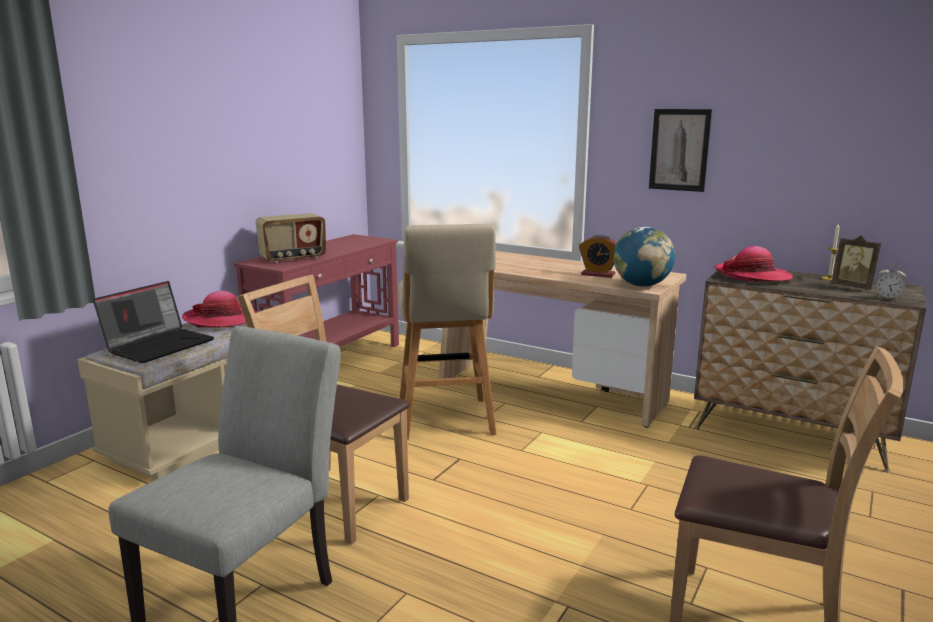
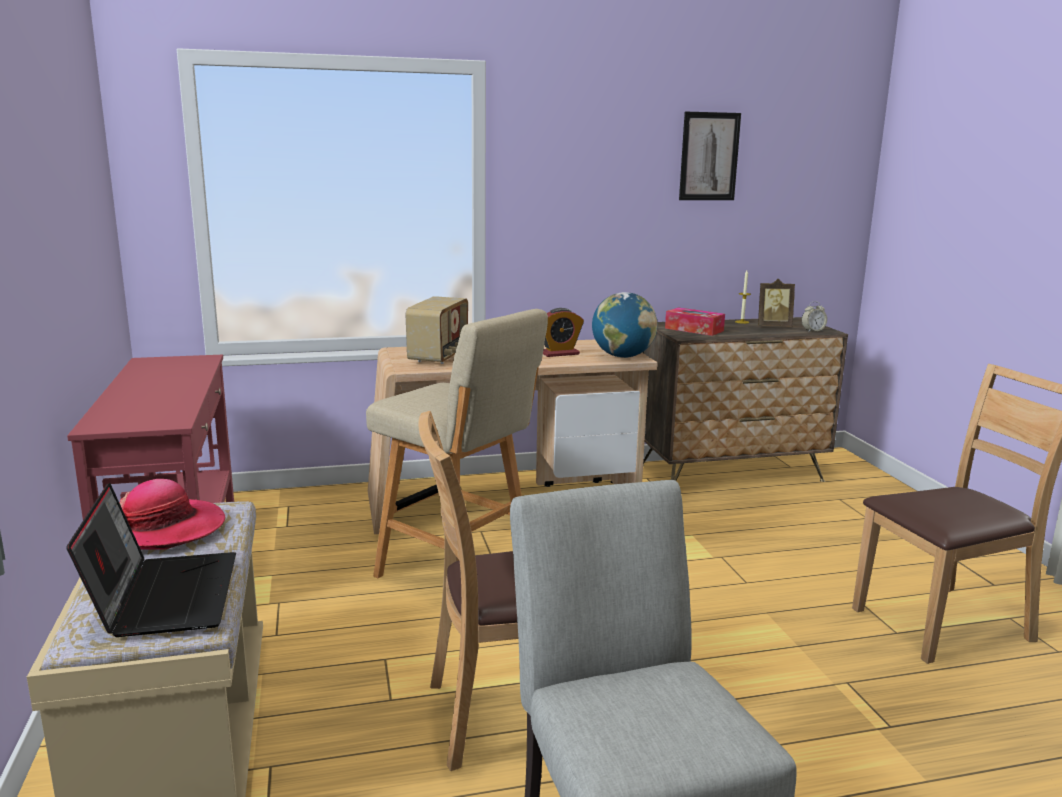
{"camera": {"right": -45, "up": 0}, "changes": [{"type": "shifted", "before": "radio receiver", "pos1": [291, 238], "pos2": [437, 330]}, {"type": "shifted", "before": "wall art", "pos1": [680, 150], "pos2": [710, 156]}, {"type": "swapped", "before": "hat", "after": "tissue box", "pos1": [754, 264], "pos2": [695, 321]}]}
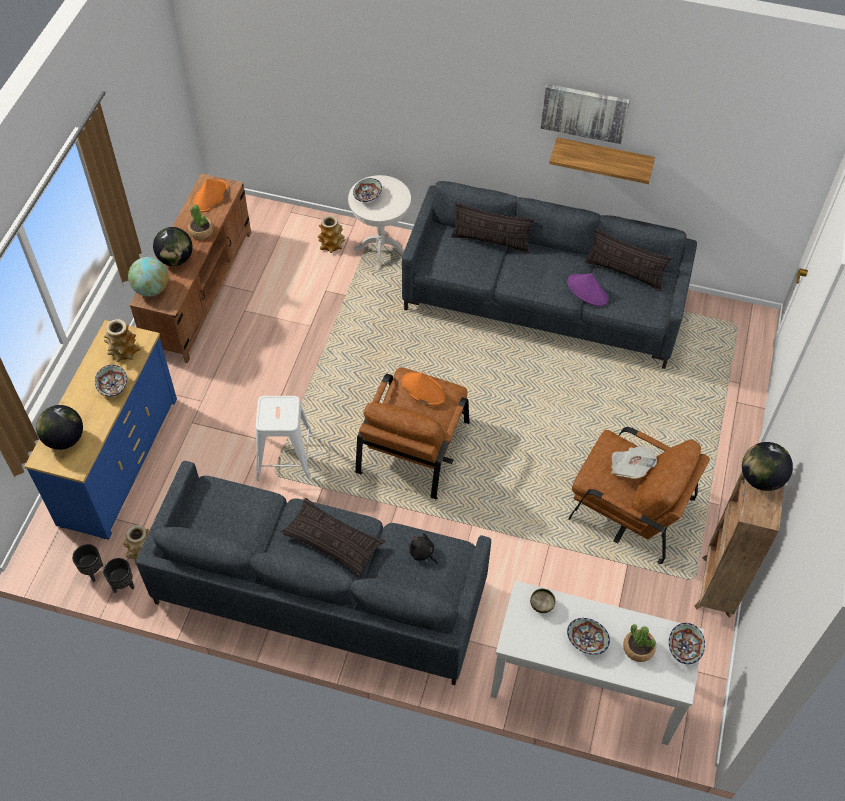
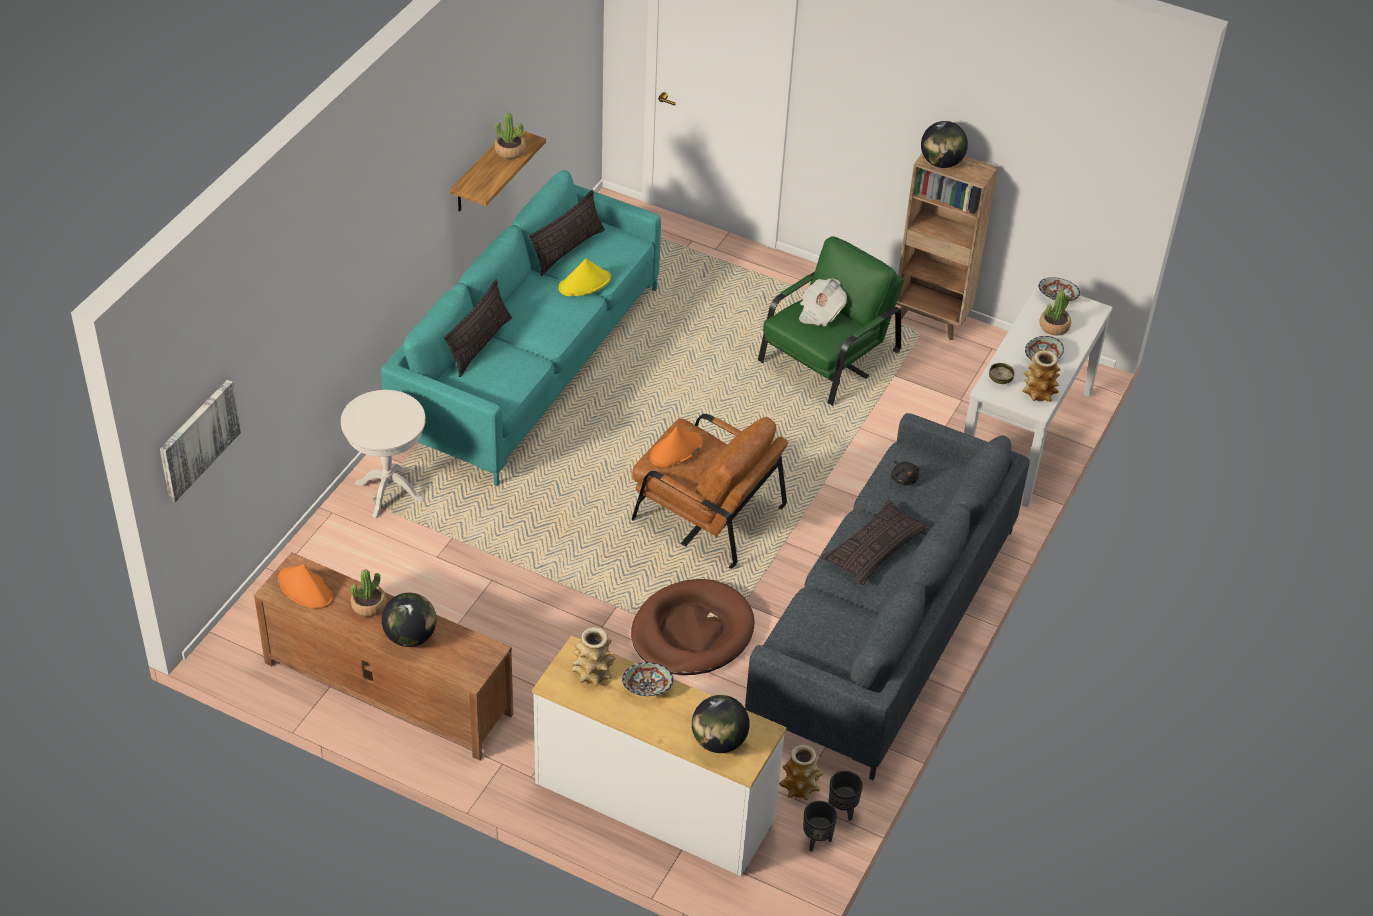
{"camera": {"right": -80, "up": -10}, "changes": [{"type": "repainted", "before": "bluish chest of drawers", "after": "white-coloured chest of drawers", "pos1": [100, 430], "pos2": [659, 756]}, {"type": "gone", "before": "world globe", "pos1": [148, 277]}, {"type": "swapped", "before": "white-coloured stool seat", "after": "brown dog bed", "pos1": [284, 438], "pos2": [693, 627]}, {"type": "shifted", "before": "flower vase", "pos1": [331, 234], "pos2": [1041, 376]}, {"type": "gone", "before": "serving bowl", "pos1": [367, 190]}, {"type": "repainted", "before": "gray sofa", "after": "blue-green sofa", "pos1": [549, 275], "pos2": [521, 328]}, {"type": "rotated", "before": "blackish soft toy", "pos1": [424, 549], "pos2": [905, 473], "turn": -75}, {"type": "shifted", "before": "wall art", "pos1": [585, 114], "pos2": [200, 440]}, {"type": "repainted", "before": "purplish hat", "after": "yellow-coloured hat", "pos1": [587, 289], "pos2": [585, 277]}, {"type": "repainted", "before": "brown armchair", "after": "green armchair", "pos1": [639, 495], "pos2": [831, 321]}, {"type": "new", "after": "potted plant", "pos2": [510, 136]}]}
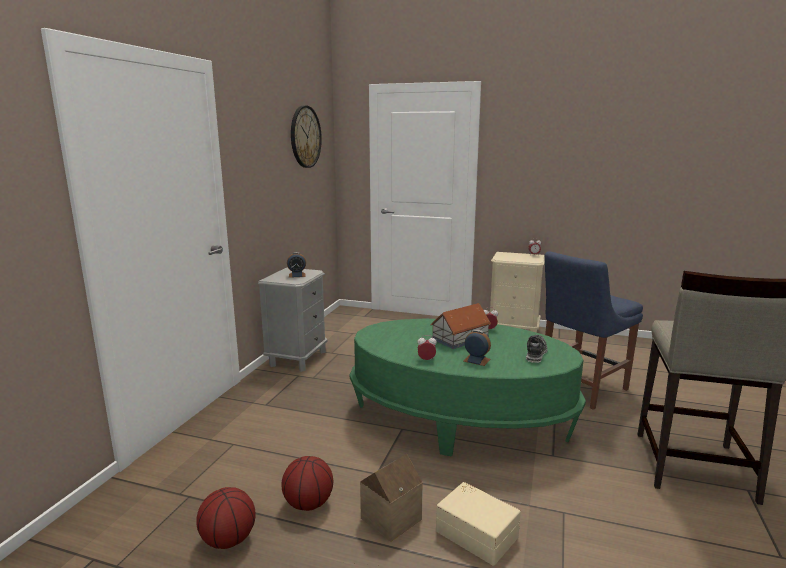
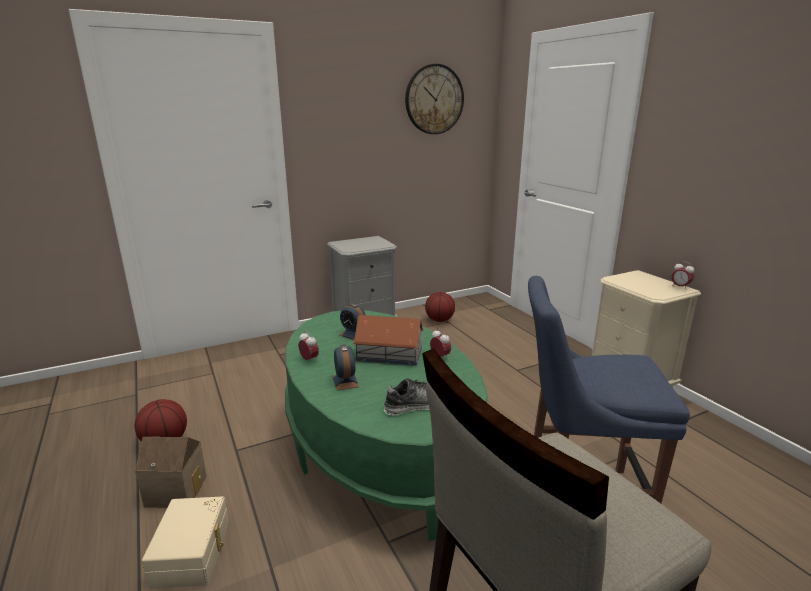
{"camera": {"right": 45, "up": 5}, "changes": [{"type": "shifted", "before": "basketball", "pos1": [226, 518], "pos2": [440, 307]}, {"type": "shifted", "before": "alarm clock", "pos1": [296, 265], "pos2": [352, 321]}]}
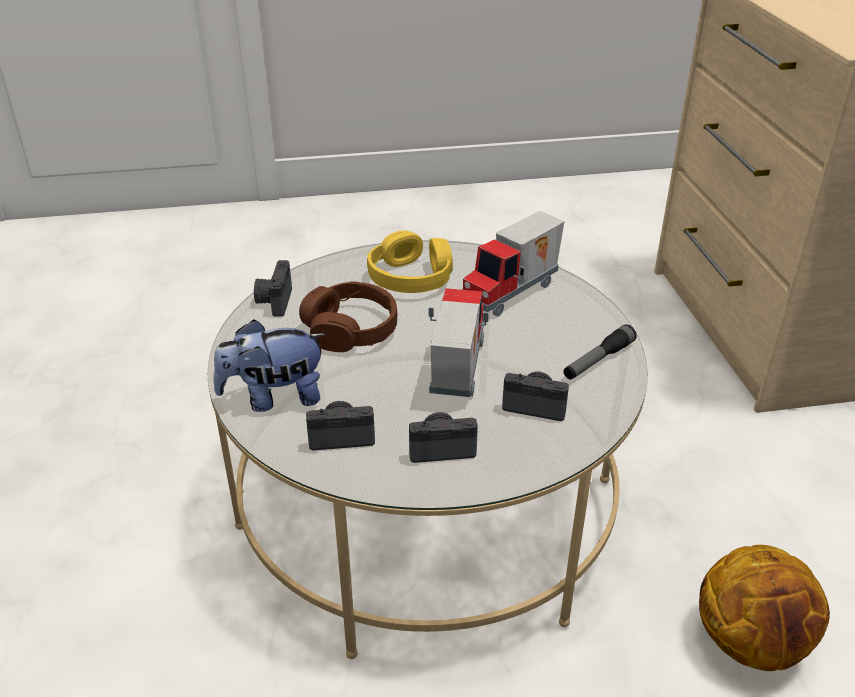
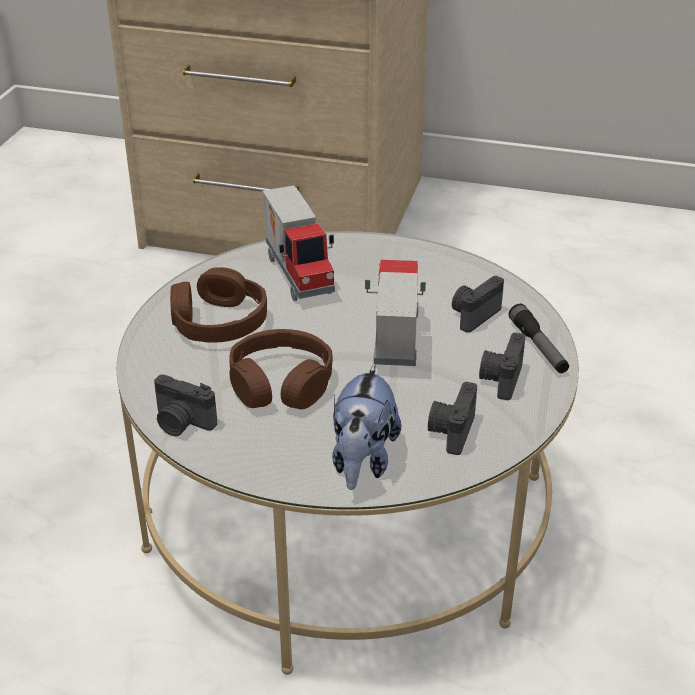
{"camera": {"right": -65, "up": 0}, "changes": [{"type": "repainted", "before": "yellow-coloured headset", "after": "brown headset", "pos1": [410, 262], "pos2": [218, 305]}, {"type": "rotated", "before": "toy truck", "pos1": [459, 342], "pos2": [395, 313], "turn": 60}, {"type": "shifted", "before": "flashlight", "pos1": [600, 351], "pos2": [539, 338]}, {"type": "gone", "before": "basketball", "pos1": [764, 608]}]}
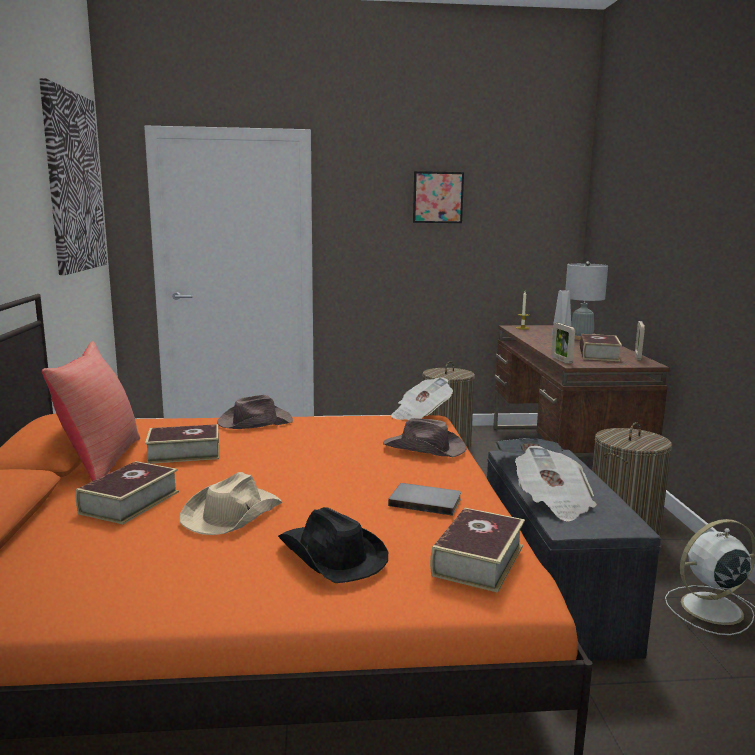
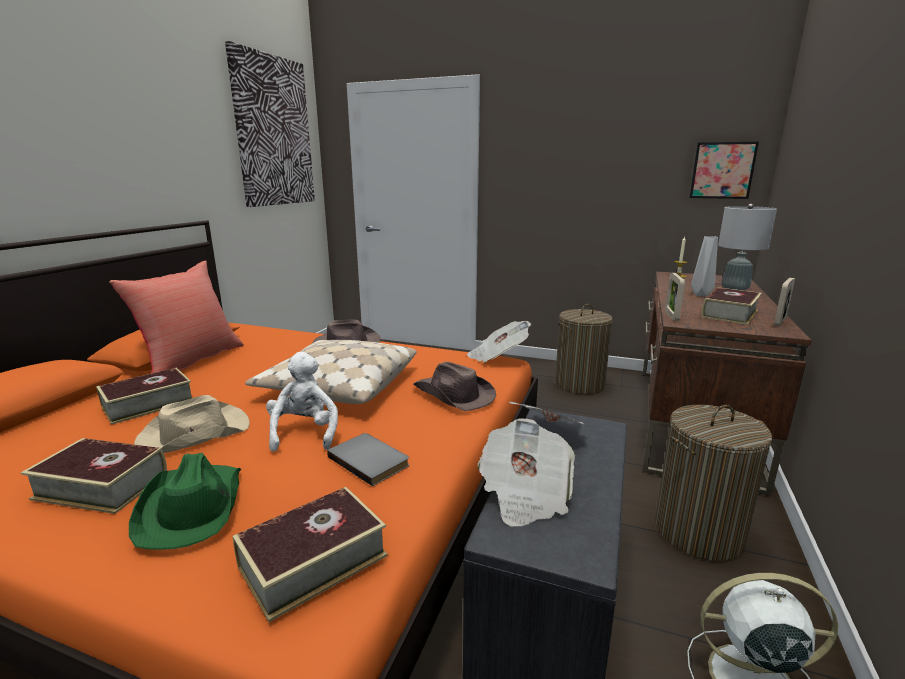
{"camera": {"right": 25, "up": 5}, "changes": [{"type": "shifted", "before": "bound book", "pos1": [182, 444], "pos2": [94, 476]}, {"type": "repainted", "before": "blackish hat", "after": "green hat", "pos1": [333, 545], "pos2": [185, 501]}, {"type": "shifted", "before": "wall art", "pos1": [438, 197], "pos2": [724, 170]}, {"type": "new", "after": "sand-coloured cushion", "pos2": [331, 372]}, {"type": "new", "after": "white-coloured soft toy", "pos2": [302, 402]}]}
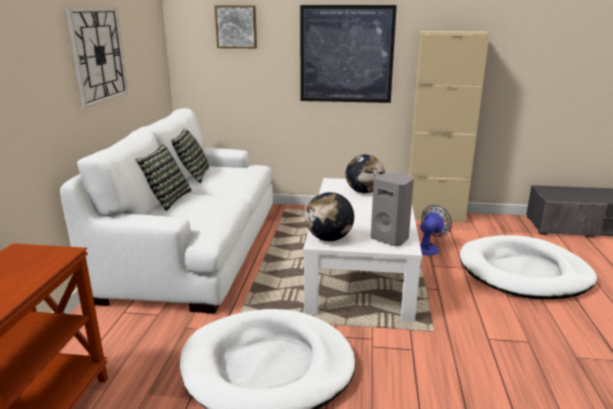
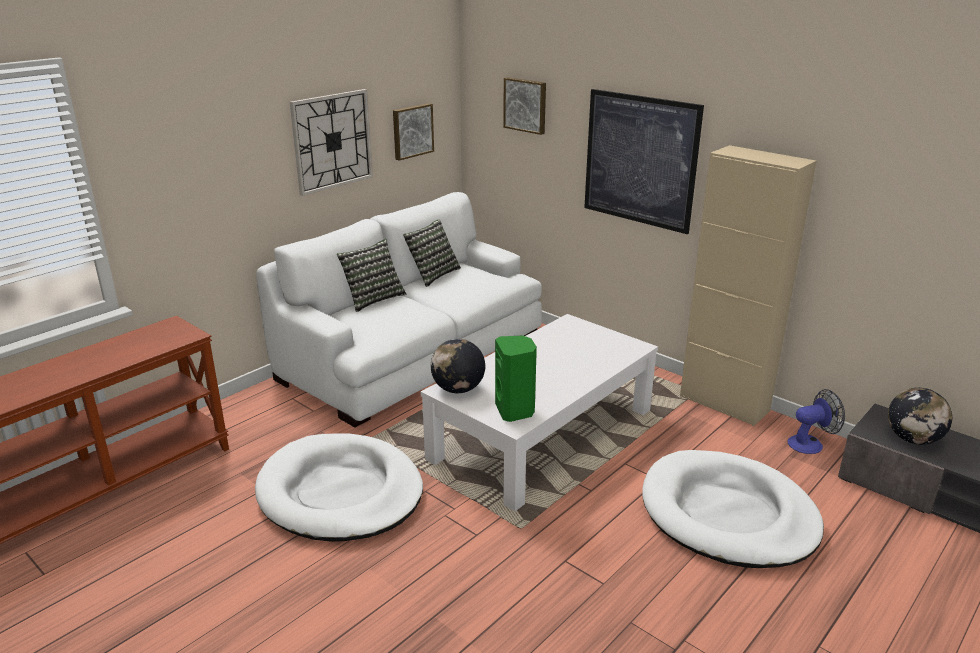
{"camera": {"right": 35, "up": 5}, "changes": [{"type": "shifted", "before": "world globe", "pos1": [365, 173], "pos2": [920, 416]}, {"type": "repainted", "before": "gray speaker", "after": "green speaker", "pos1": [392, 209], "pos2": [516, 378]}, {"type": "shifted", "before": "electric fan", "pos1": [436, 230], "pos2": [816, 421]}, {"type": "new", "after": "wall art", "pos2": [413, 132]}]}
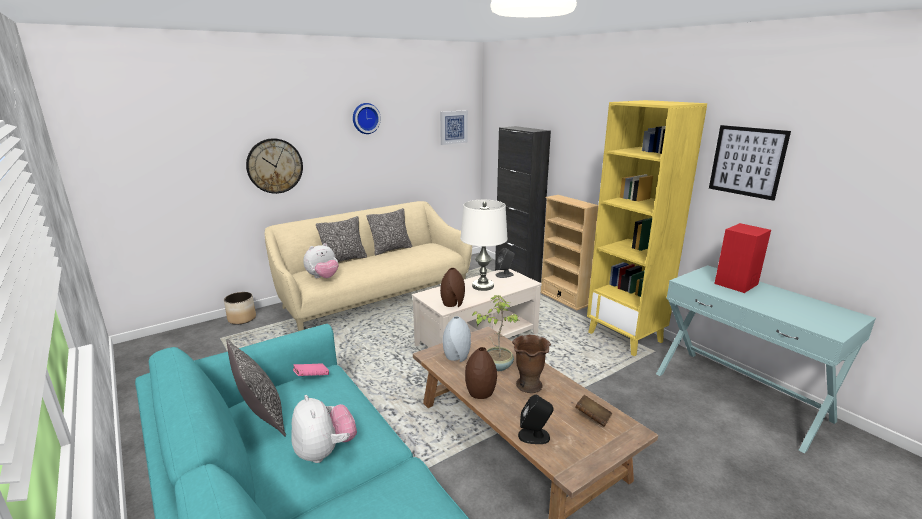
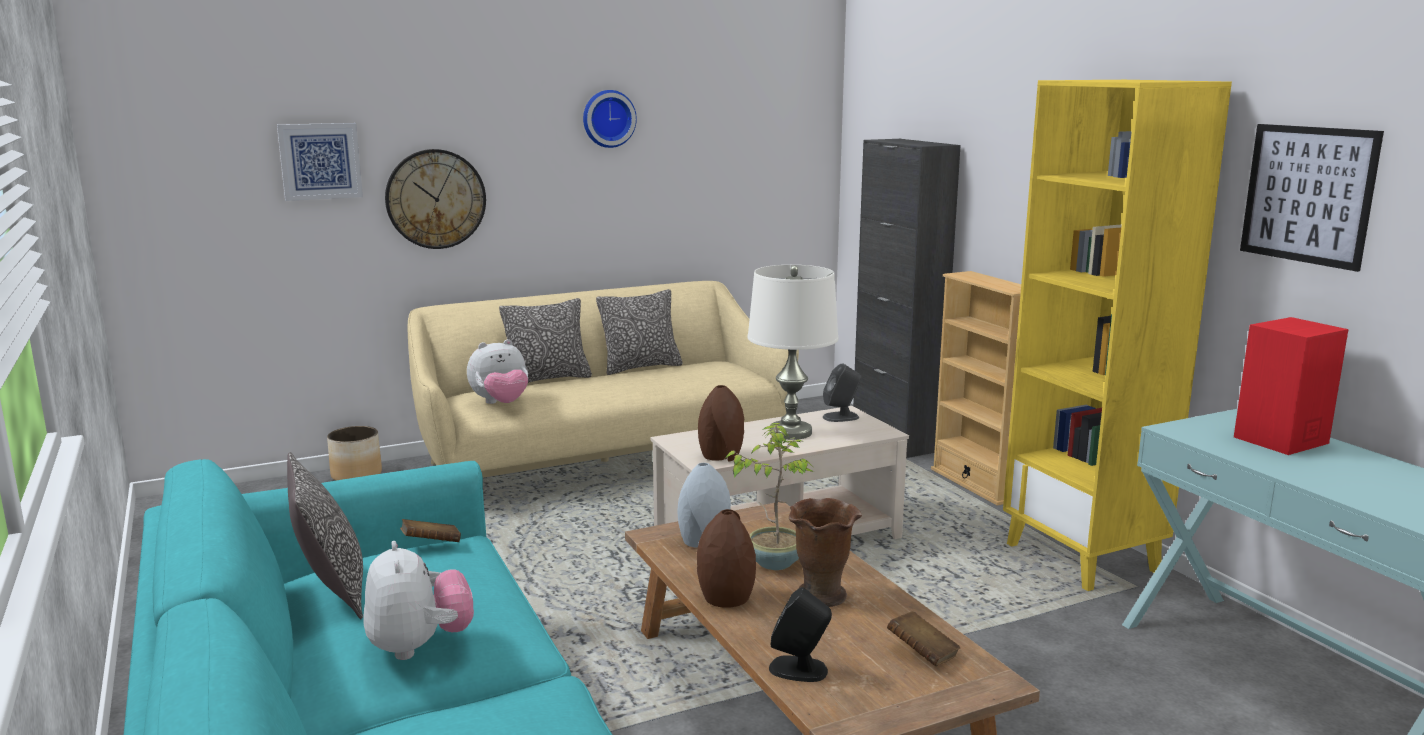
{"camera": {"right": 10, "up": -5}, "changes": [{"type": "repainted", "before": "pinkish bound book", "after": "brown bound book", "pos1": [311, 370], "pos2": [430, 530]}, {"type": "shifted", "before": "wall art", "pos1": [454, 127], "pos2": [320, 162]}]}
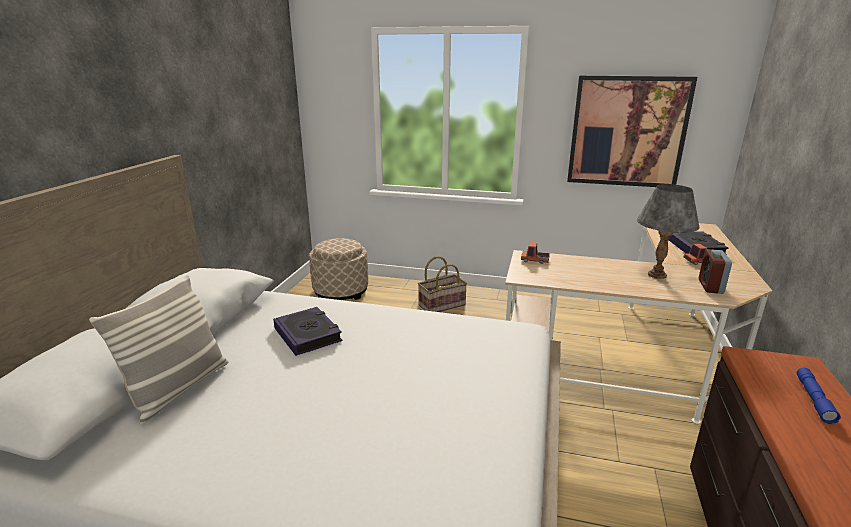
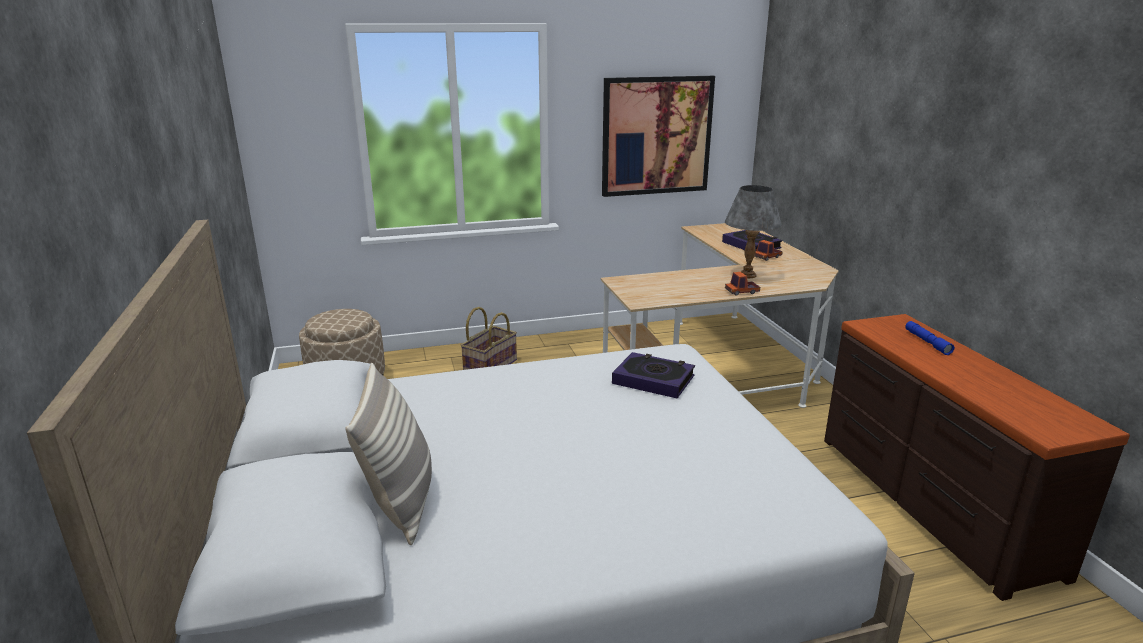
{"camera": {"right": -30, "up": 0}, "changes": [{"type": "shifted", "before": "bound book", "pos1": [307, 331], "pos2": [653, 375]}, {"type": "shifted", "before": "toy truck", "pos1": [535, 253], "pos2": [742, 284]}, {"type": "gone", "before": "alarm clock", "pos1": [715, 271]}]}
